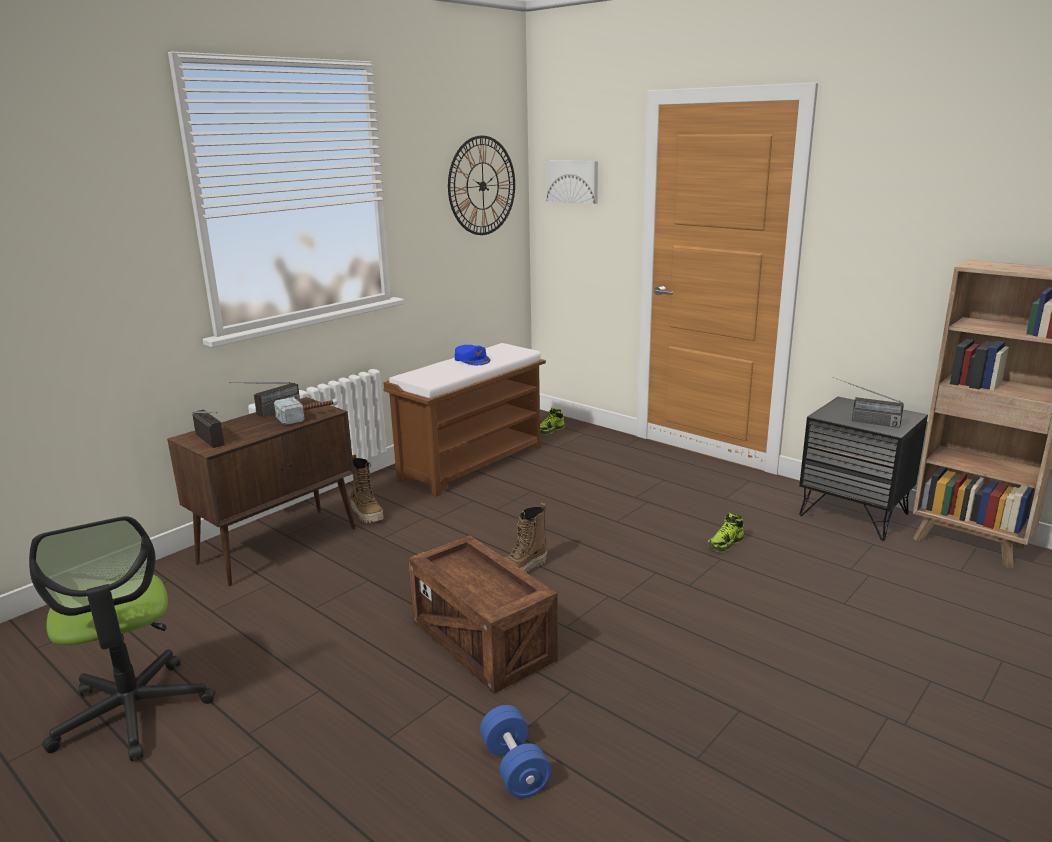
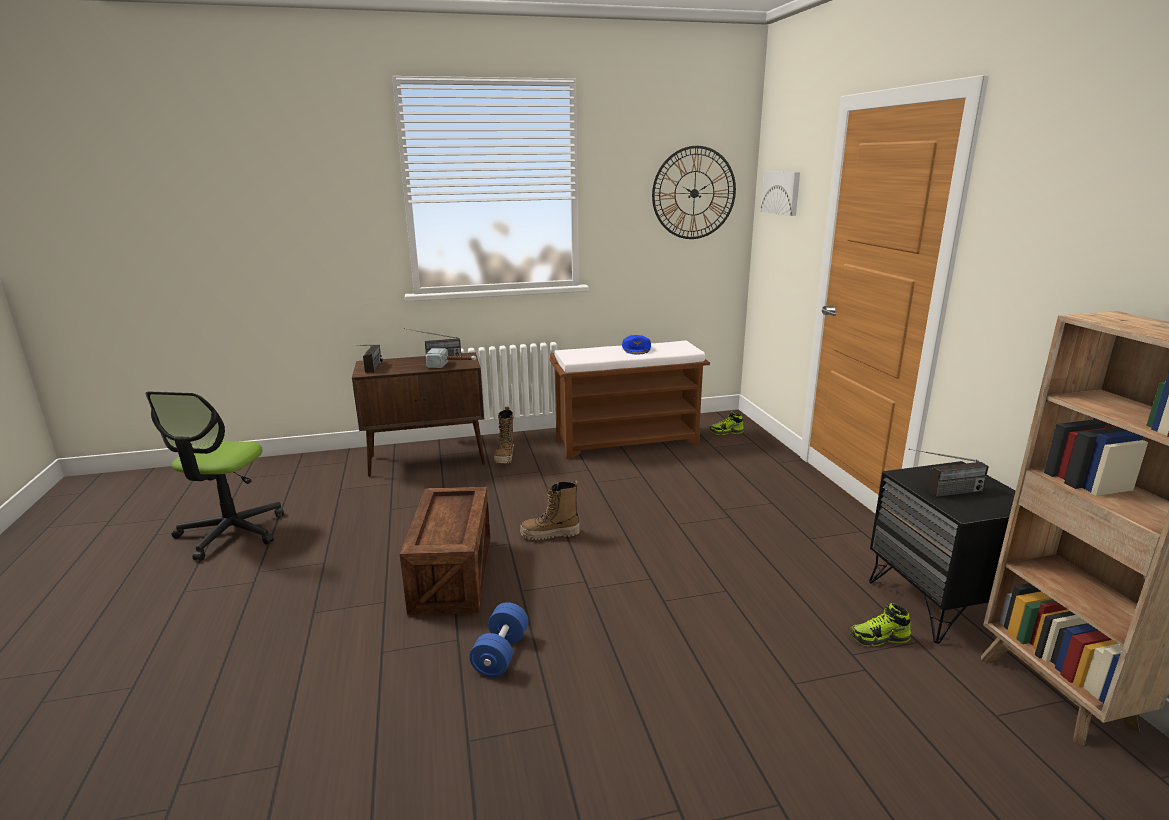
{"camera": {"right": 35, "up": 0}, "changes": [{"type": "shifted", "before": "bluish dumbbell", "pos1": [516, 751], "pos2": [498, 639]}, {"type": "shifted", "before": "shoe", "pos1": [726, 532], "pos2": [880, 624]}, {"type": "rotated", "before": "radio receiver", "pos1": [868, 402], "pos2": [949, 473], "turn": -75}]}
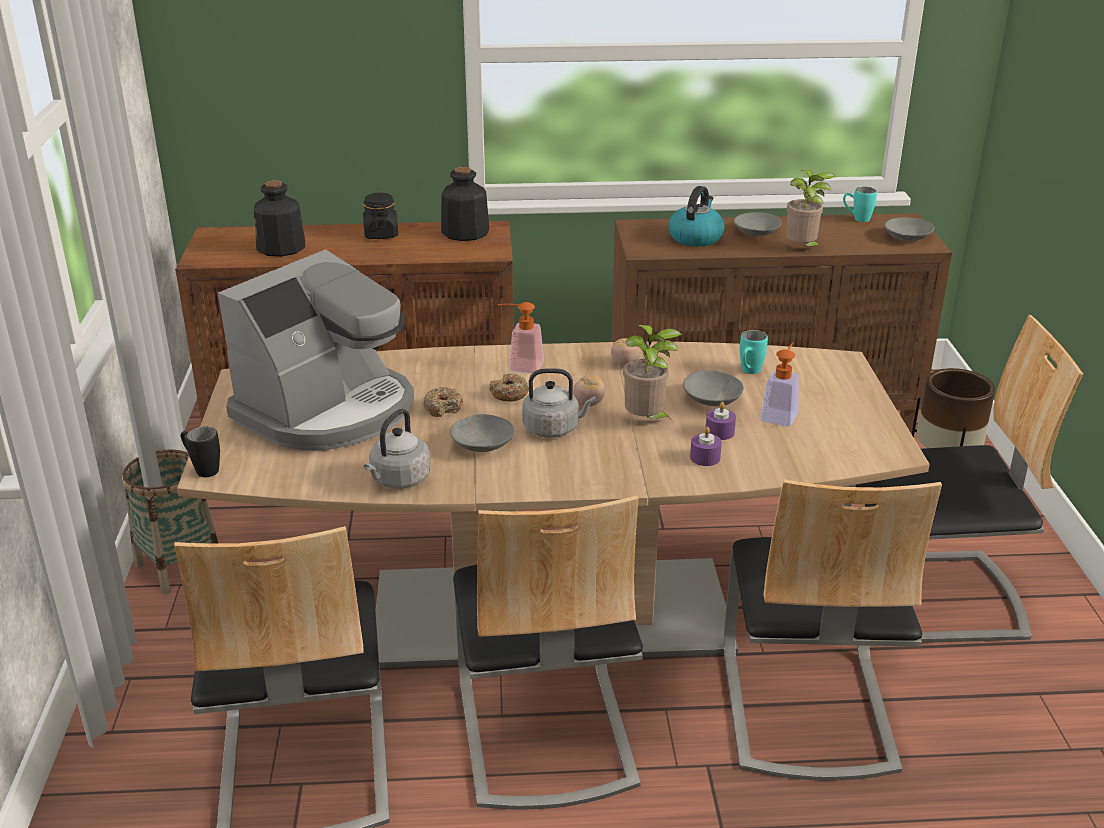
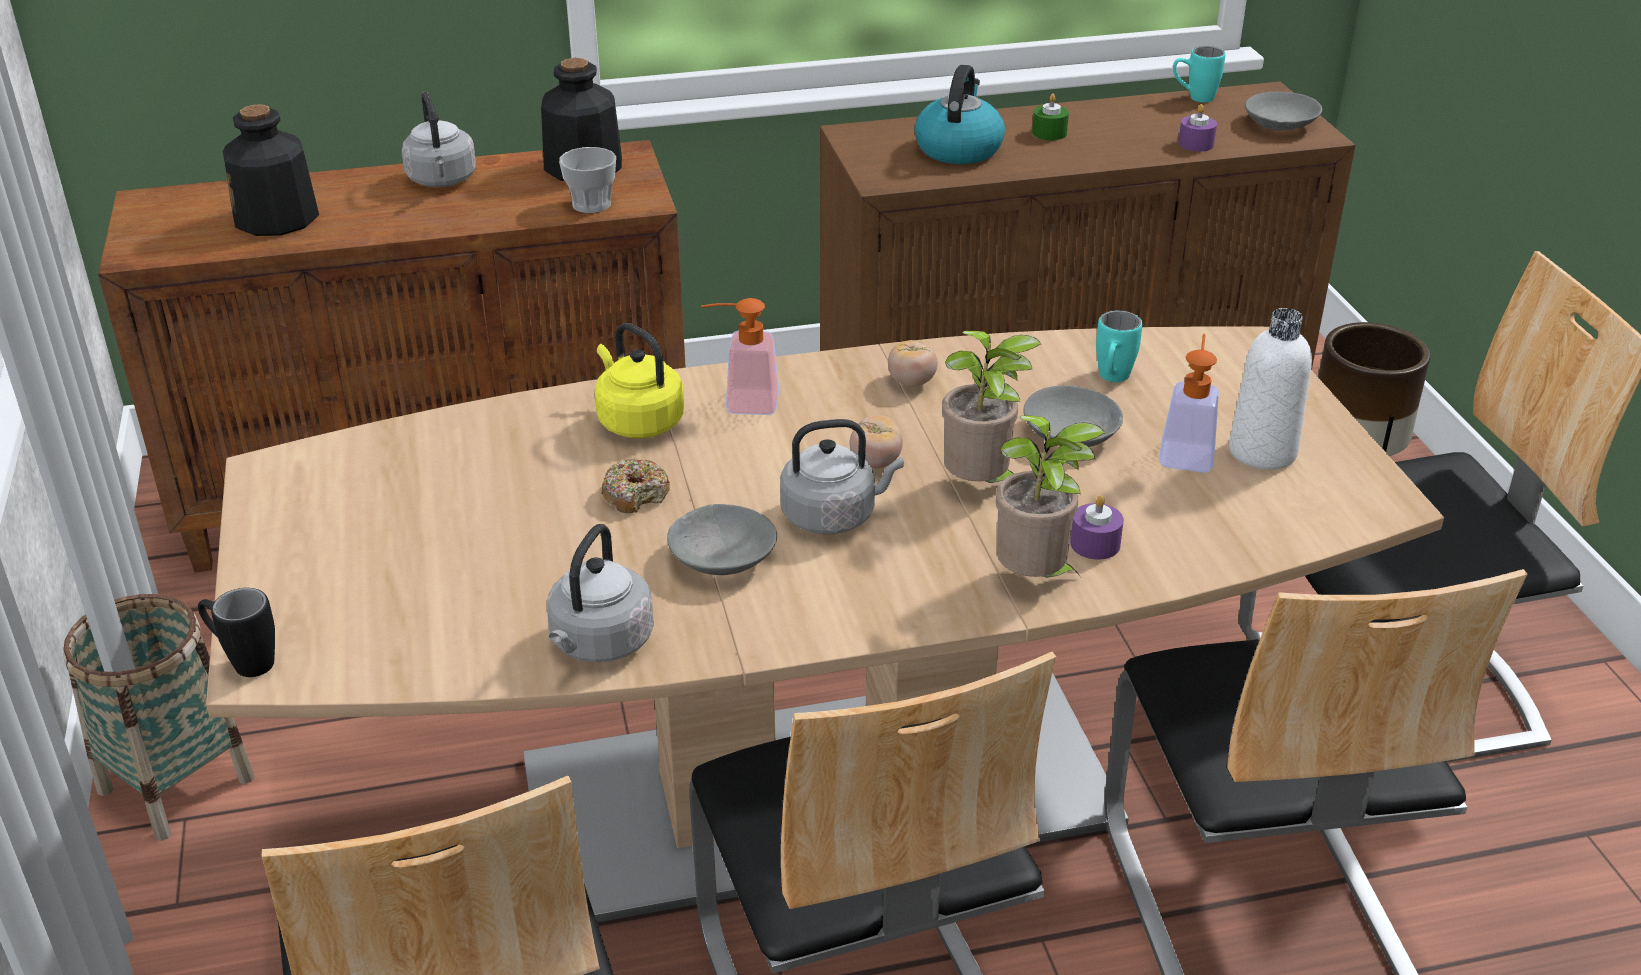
{"camera": {"right": -10, "up": 5}, "changes": [{"type": "gone", "before": "coffee brewer", "pos1": [316, 350]}, {"type": "swapped", "before": "blackish preserve jar", "after": "gray water kettle", "pos1": [380, 216], "pos2": [439, 139]}, {"type": "gone", "before": "ring doughnut", "pos1": [509, 387]}, {"type": "shifted", "before": "purplish candle", "pos1": [721, 421], "pos2": [1197, 128]}, {"type": "swapped", "before": "gray serving bowl", "after": "green candle", "pos1": [758, 224], "pos2": [1050, 116]}, {"type": "shifted", "before": "potted plant", "pos1": [811, 209], "pos2": [1051, 496]}, {"type": "new", "after": "cup", "pos2": [587, 180]}, {"type": "new", "after": "yellow-coloured water kettle", "pos2": [639, 380]}, {"type": "new", "after": "white-coloured drink bottle", "pos2": [1270, 389]}]}
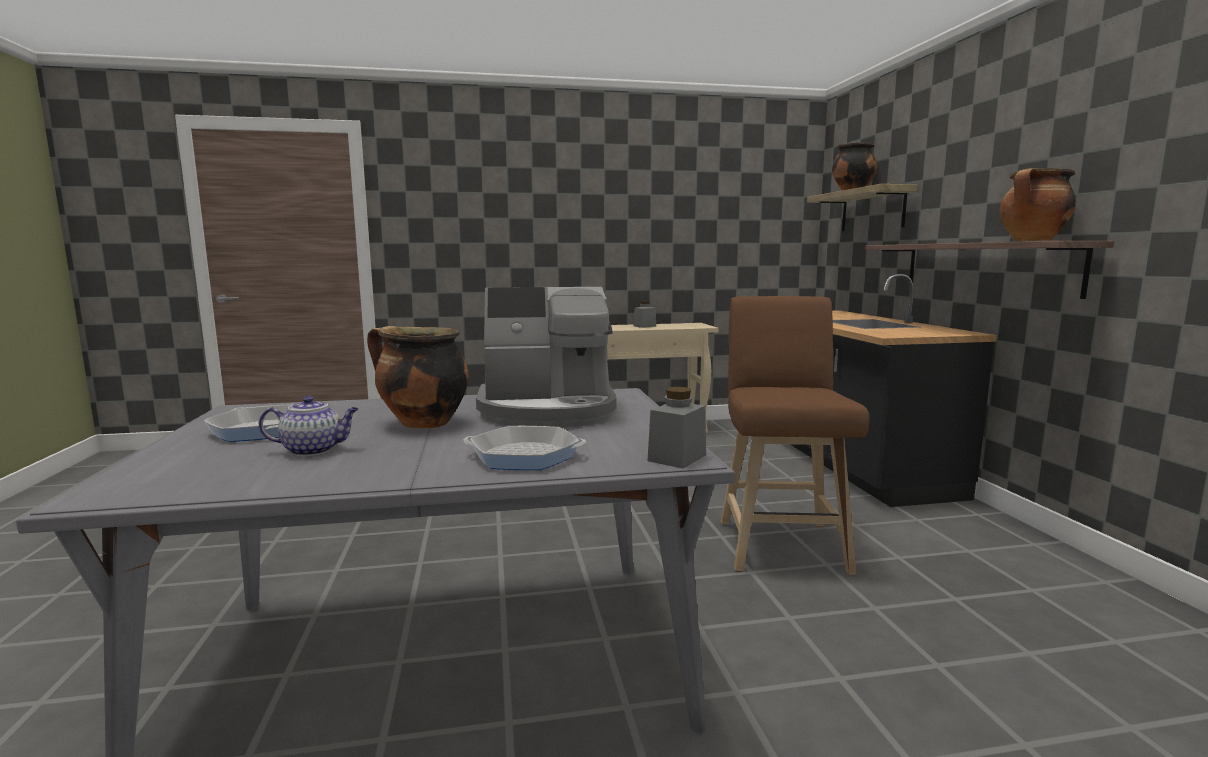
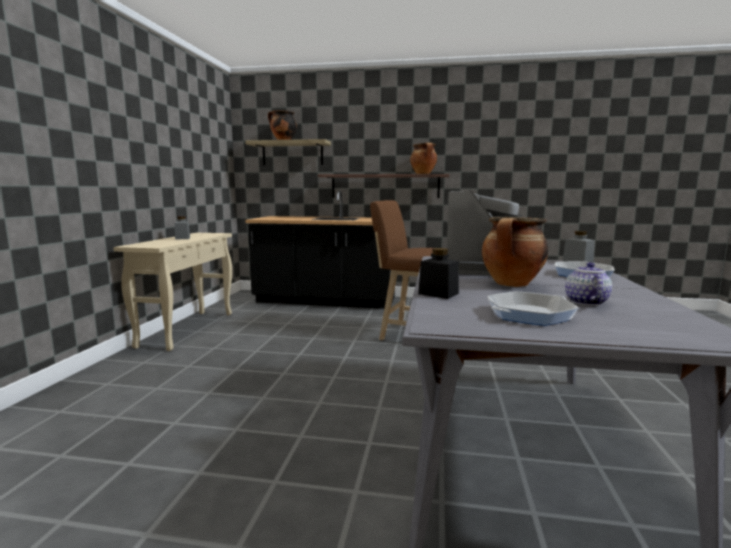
{"camera": {"right": -70, "up": 0}, "changes": [{"type": "new", "after": "blackish preserve jar", "pos2": [438, 273]}]}
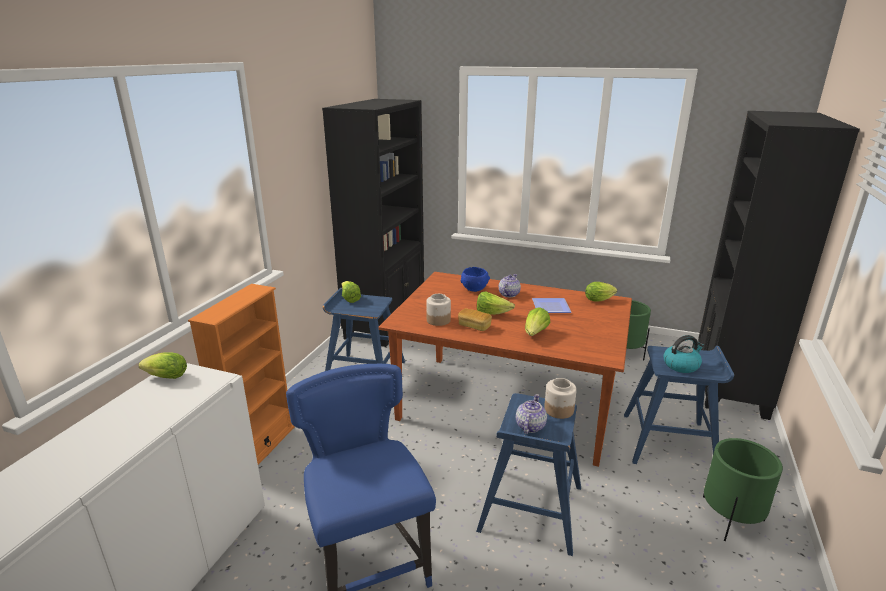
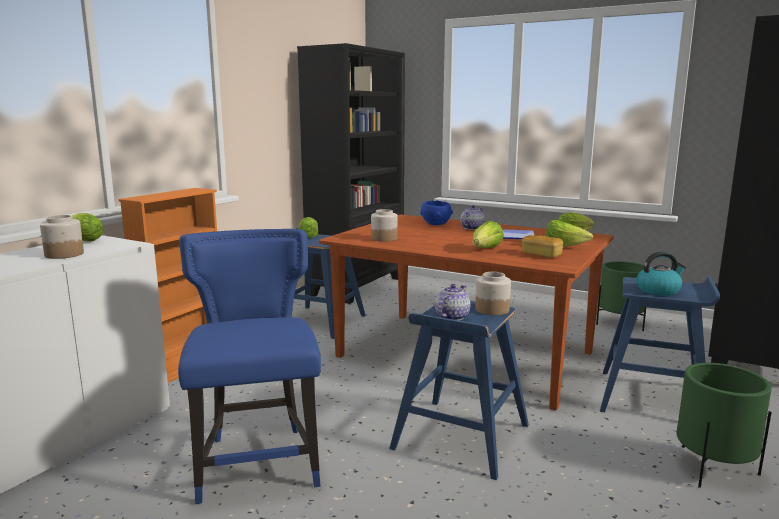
{"camera": {"right": 10, "up": -10}, "changes": [{"type": "shifted", "before": "bread", "pos1": [475, 319], "pos2": [542, 246]}, {"type": "shifted", "before": "lettuce head", "pos1": [496, 303], "pos2": [569, 233]}, {"type": "new", "after": "preserve jar", "pos2": [62, 237]}]}
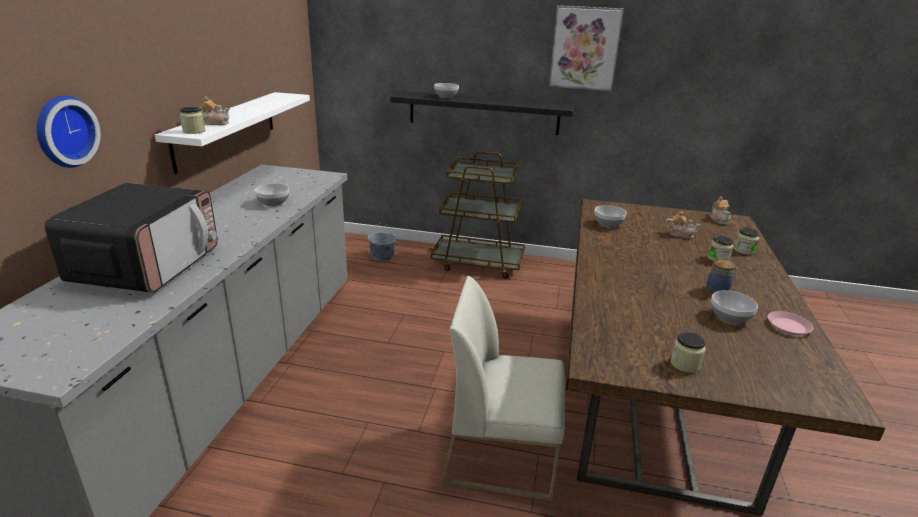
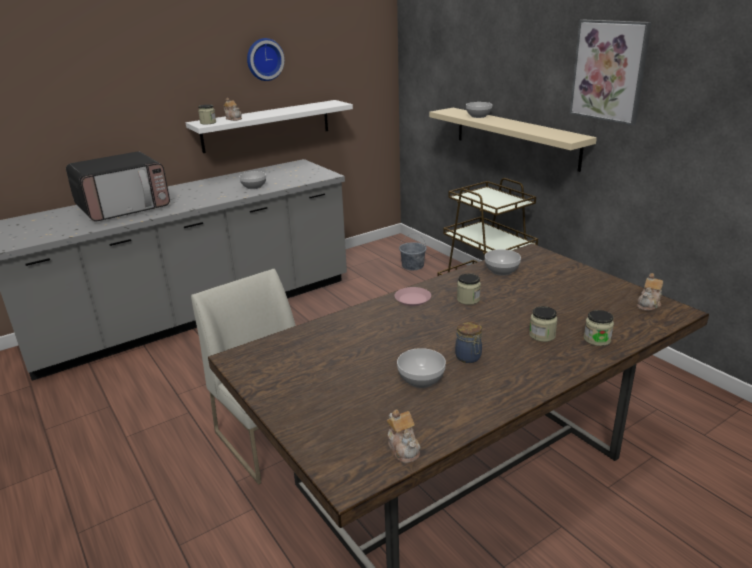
{"camera": {"right": 45, "up": 0}, "changes": [{"type": "shifted", "before": "wall clock", "pos1": [68, 132], "pos2": [266, 59]}, {"type": "repainted", "before": "blackish bracket shelf", "after": "sand-coloured bracket shelf", "pos1": [482, 113], "pos2": [513, 140]}, {"type": "shifted", "before": "teapot", "pos1": [683, 225], "pos2": [403, 436]}, {"type": "shifted", "before": "preserve jar", "pos1": [688, 352], "pos2": [469, 289]}, {"type": "shifted", "before": "pinkish dinner plate", "pos1": [790, 323], "pos2": [413, 296]}]}
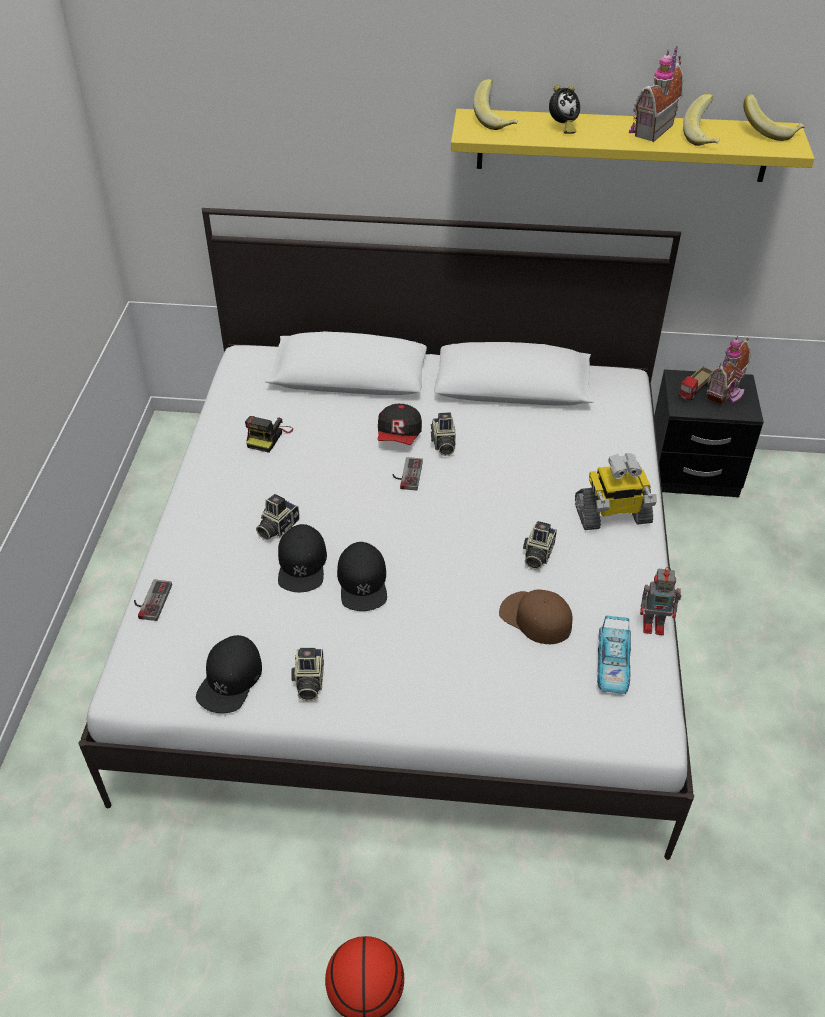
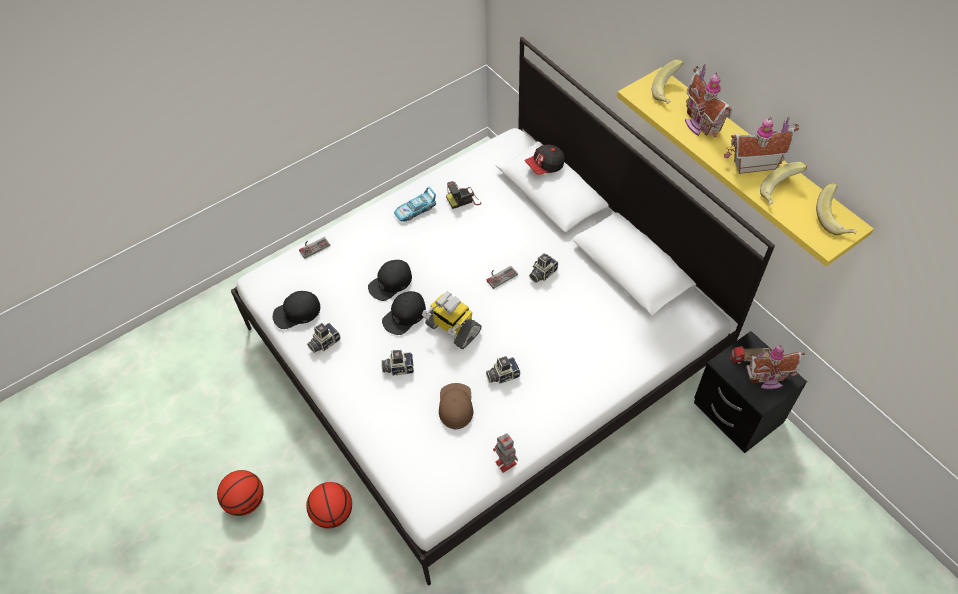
{"camera": {"right": 50, "up": 10}, "changes": [{"type": "shifted", "before": "still camera", "pos1": [278, 517], "pos2": [397, 363]}, {"type": "shifted", "before": "peaked cap", "pos1": [399, 424], "pos2": [544, 160]}, {"type": "swapped", "before": "alarm clock", "after": "model house", "pos1": [564, 109], "pos2": [708, 100]}, {"type": "shifted", "before": "toy robot", "pos1": [616, 491], "pos2": [452, 320]}, {"type": "shifted", "before": "miniature car", "pos1": [614, 655], "pos2": [415, 204]}, {"type": "new", "after": "basketball", "pos2": [329, 505]}]}
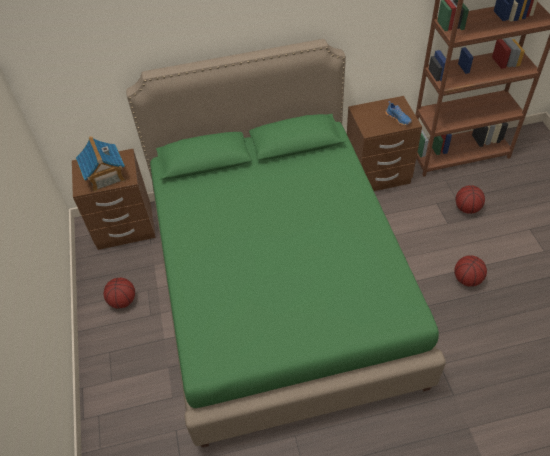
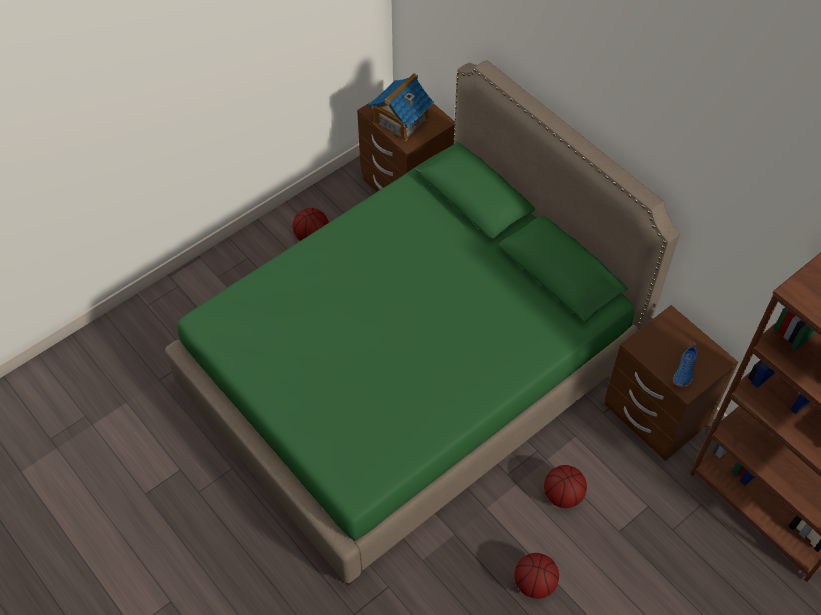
{"camera": {"right": 60, "up": 5}, "changes": [{"type": "shifted", "before": "basketball", "pos1": [470, 199], "pos2": [565, 486]}]}
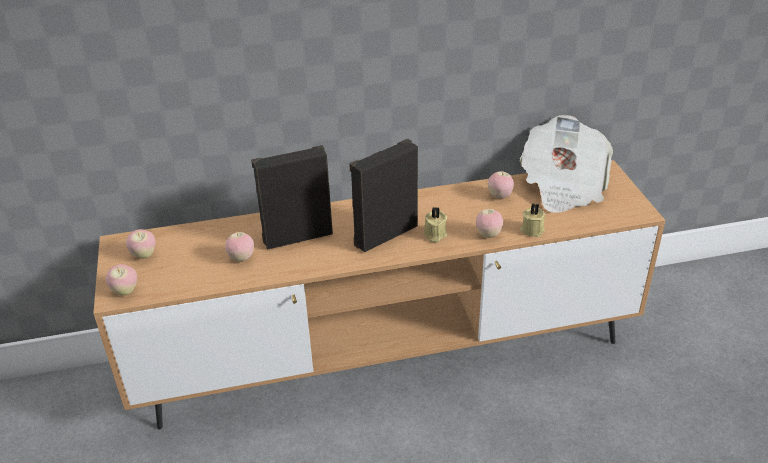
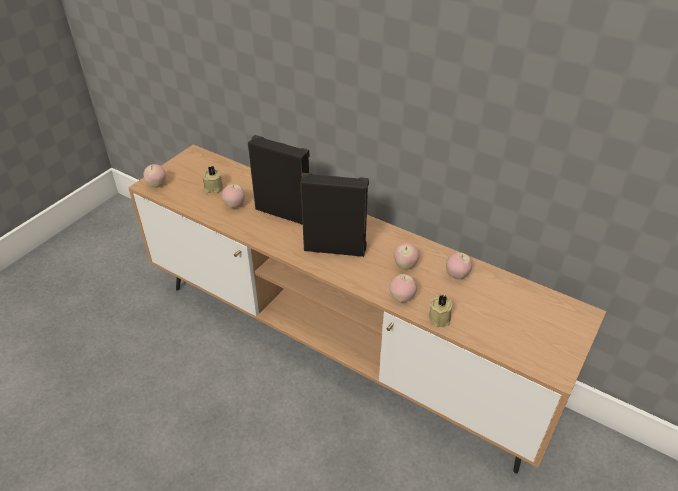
{"camera": {"right": 45, "up": 5}, "changes": [{"type": "shifted", "before": "whole apple", "pos1": [140, 244], "pos2": [406, 256]}, {"type": "shifted", "before": "sand-coloured candle", "pos1": [435, 224], "pos2": [213, 179]}, {"type": "gone", "before": "daily paper", "pos1": [566, 164]}]}
